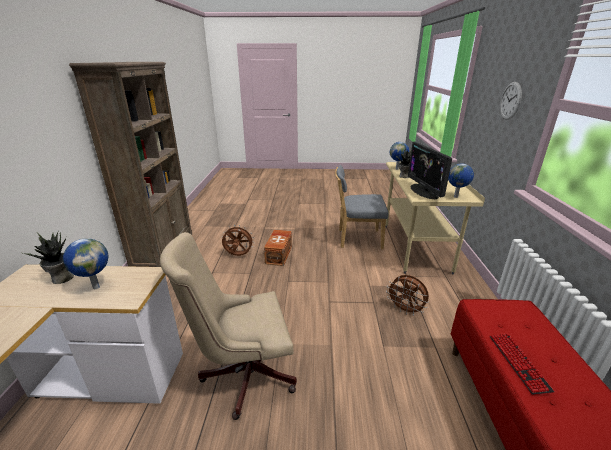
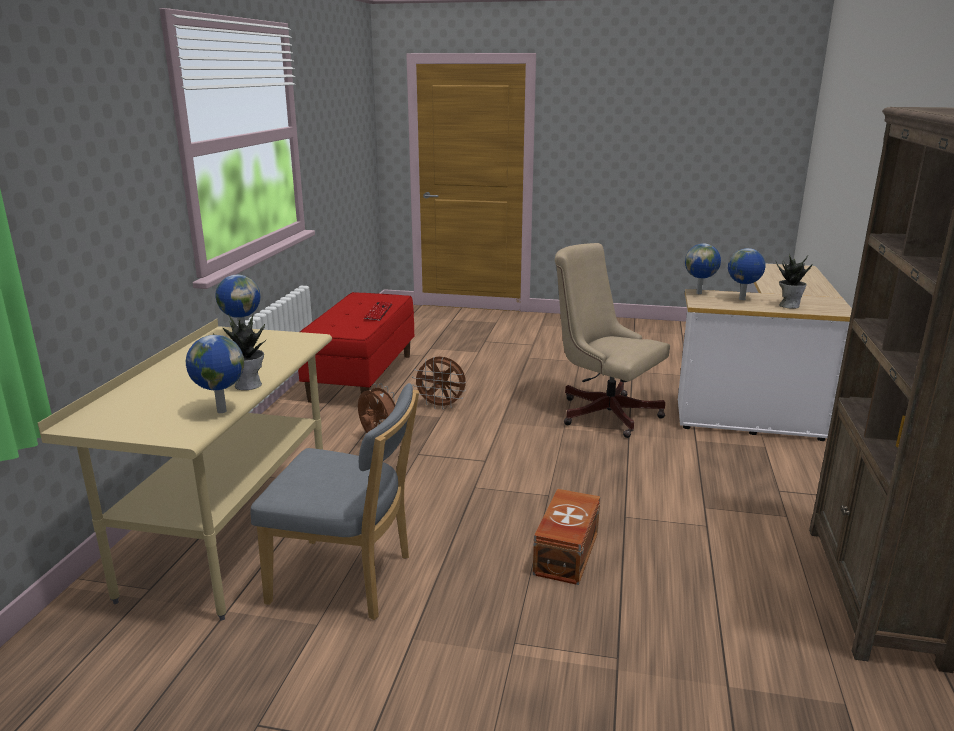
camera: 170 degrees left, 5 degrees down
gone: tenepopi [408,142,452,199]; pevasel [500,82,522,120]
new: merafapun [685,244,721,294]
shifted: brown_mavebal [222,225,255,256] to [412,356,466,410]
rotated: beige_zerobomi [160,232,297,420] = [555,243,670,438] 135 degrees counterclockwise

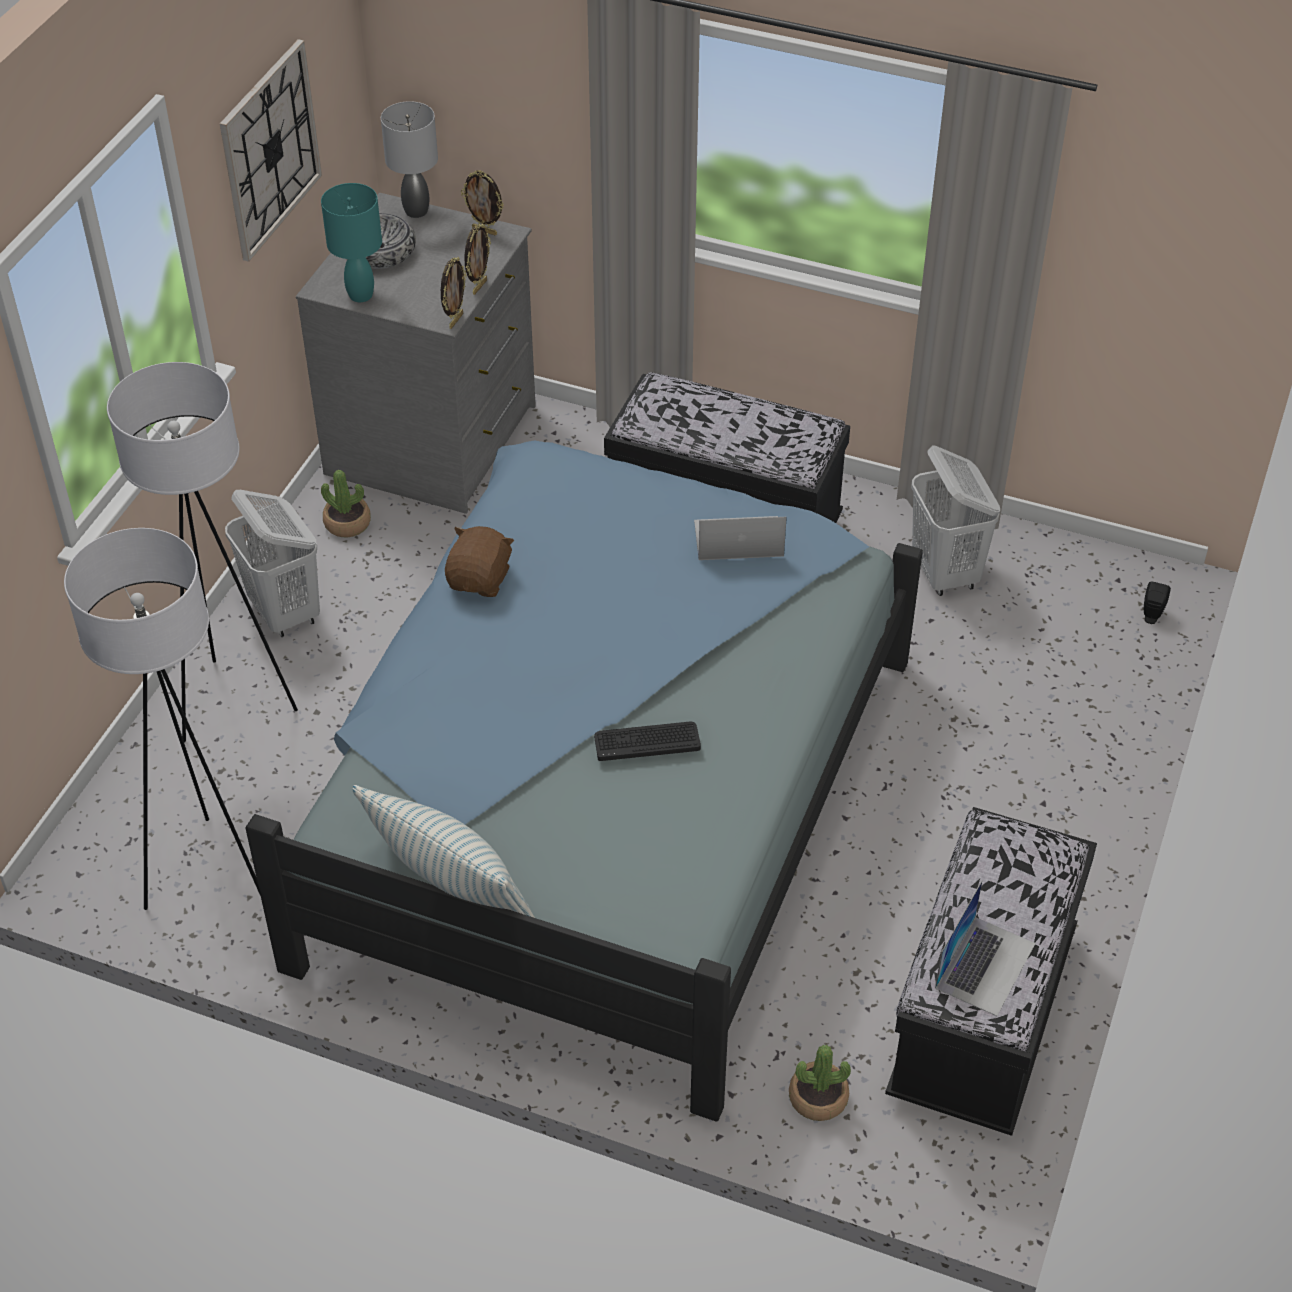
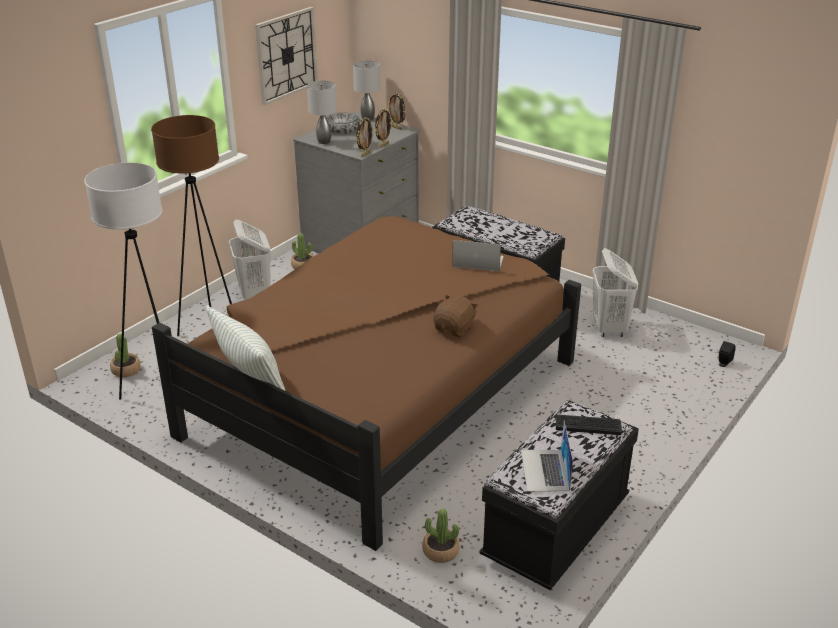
camera: 15 degrees right, 15 degrees down
new: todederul [110,334,141,377]
shifted: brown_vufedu [445,526,514,597] to [434,295,478,338]; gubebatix [594,722,701,761] to [556,415,622,435]
repainted: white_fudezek [107,362,298,742] to brown_fudezek [151,115,232,336]; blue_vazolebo [245,441,923,1122] to brown_vazolebo [152,216,581,551]; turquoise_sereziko [321,183,382,302] to grey_sereziko [307,80,337,144]
rotated: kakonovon [935,881,1036,1016] = [521,421,573,492] 135 degrees clockwise

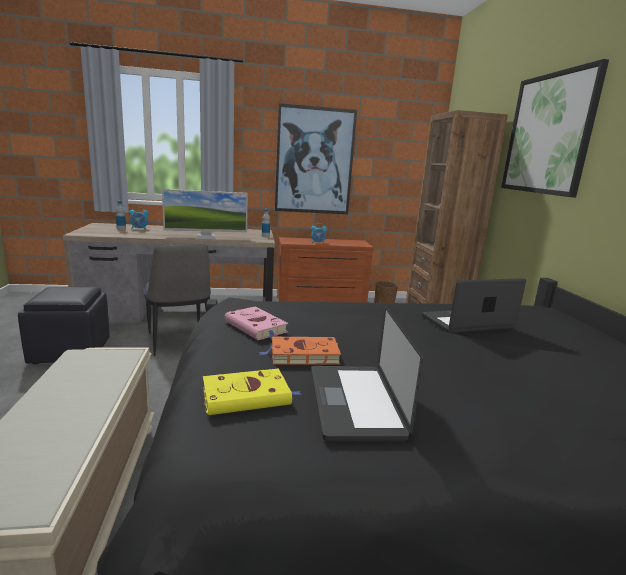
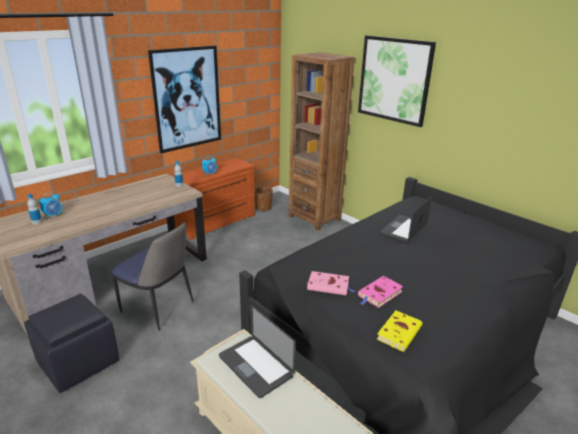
camera: 35 degrees left, 10 degrees up
gone: tenepopi [162,189,248,239]
shifted: kakonovon [311,305,424,441] to [219,305,296,398]
repainted: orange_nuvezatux [259,337,341,365] to pink_nuvezatux [358,276,403,308]

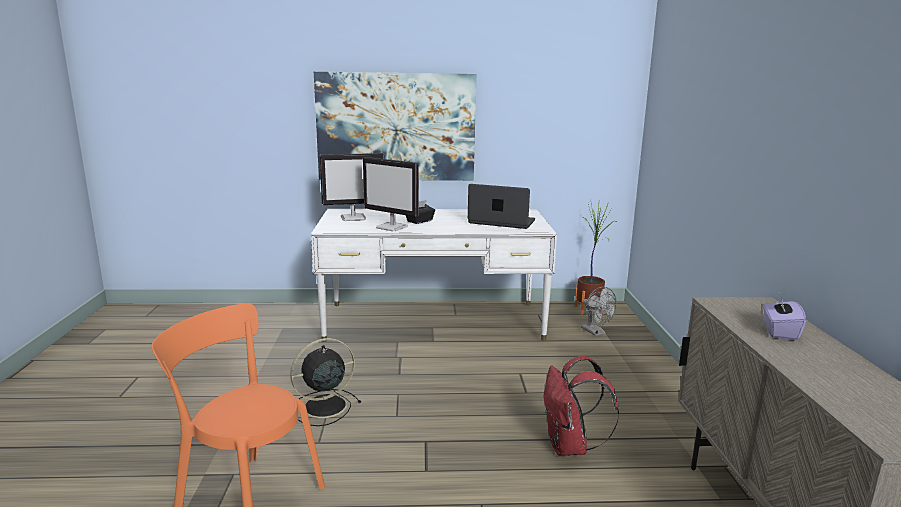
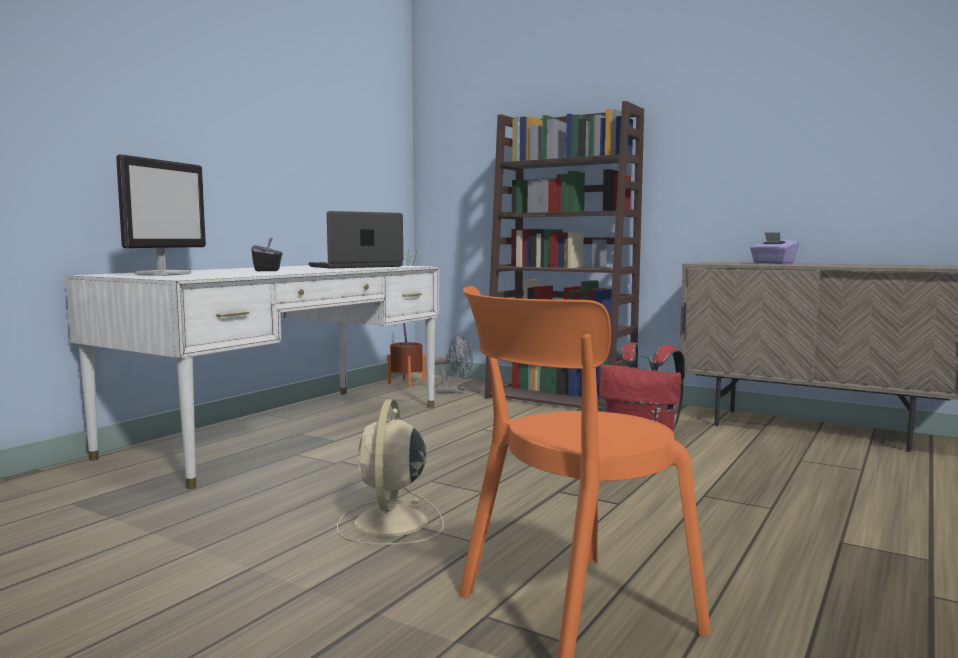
camera: 55 degrees left, 10 degrees down
gone: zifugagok [314,72,476,181]; tenepopi [363,157,419,231]
new: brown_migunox [484,101,644,412]
repainted: black_mavebal [290,338,361,426] to beige_mavebal [337,399,444,545]

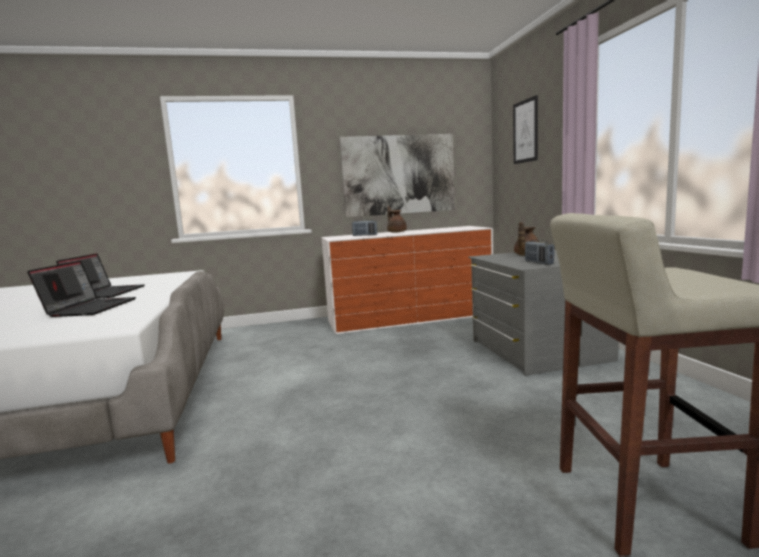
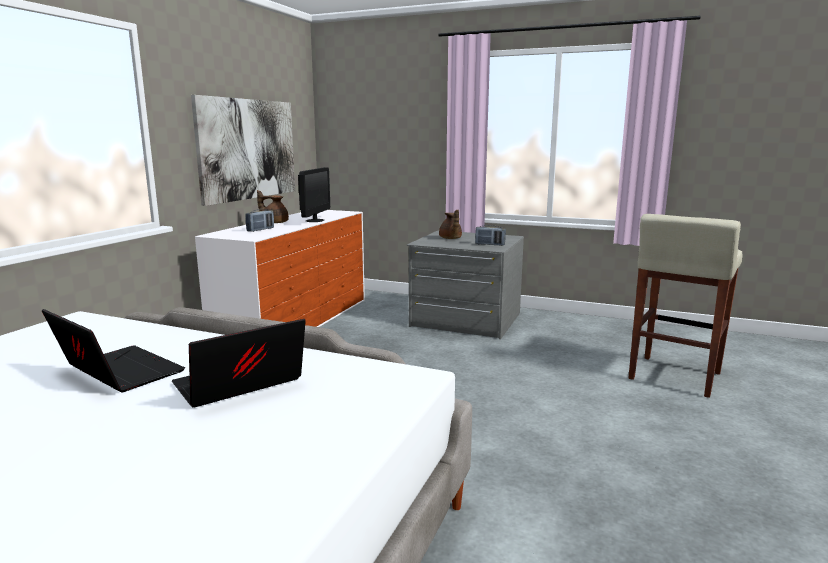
camera: 55 degrees left, 5 degrees up
gone: zifugagok [513,95,538,164]
new: tenepopi [298,167,330,222]
rotated: kakonovon [27,261,136,317] = [172,319,306,408] 75 degrees counterclockwise

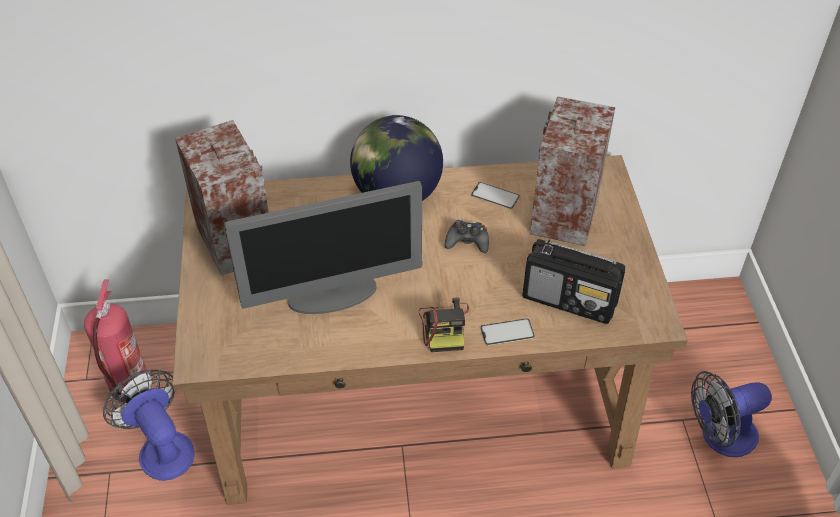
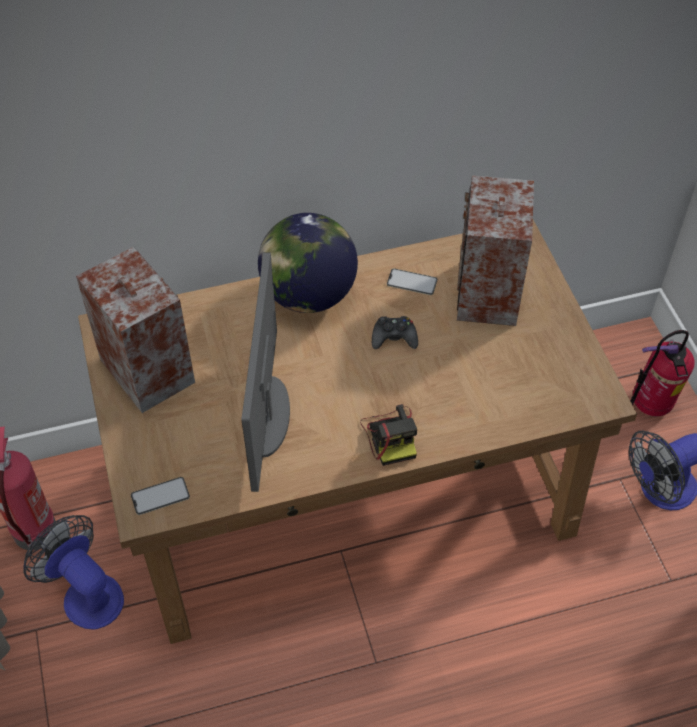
camera: 10 degrees left, 5 degrees up
gone: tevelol [523,239,625,324]
new: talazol [630,330,695,416]
shifted: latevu [480,318,535,346] to [131,477,190,515]
rotated: tenepopi [224,181,422,314] = [242,252,290,492] 120 degrees clockwise

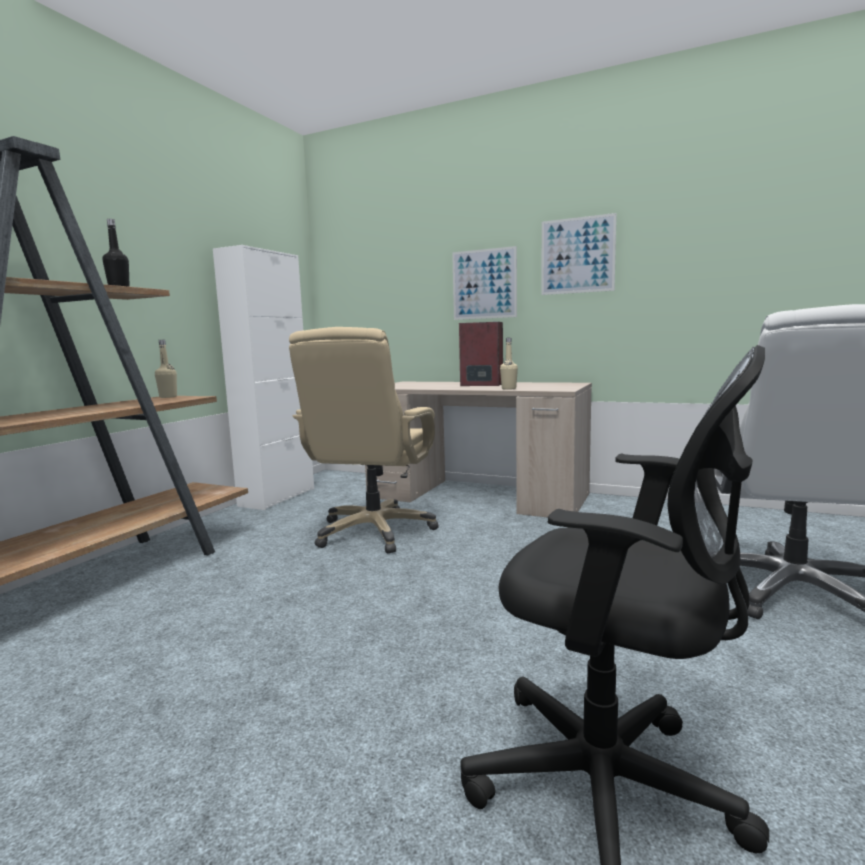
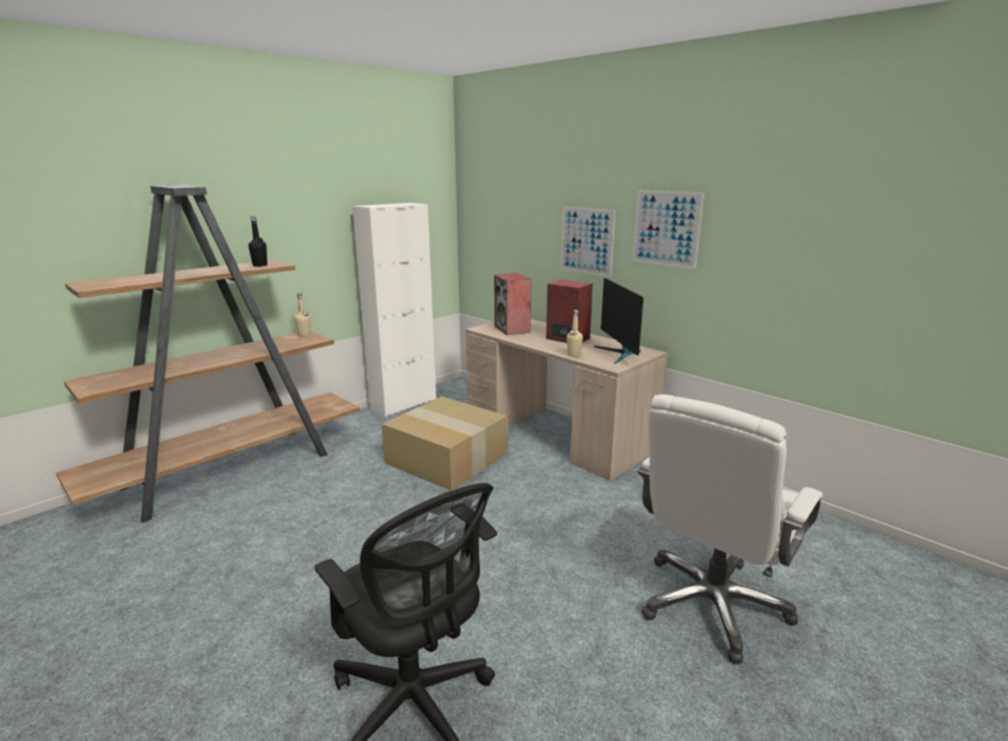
camera: 20 degrees right, 10 degrees up
new: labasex [494,273,532,335]; tenepopi [594,278,644,364]
swapped: beige_zerobomi [289,327,439,554] to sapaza [382,396,507,491]

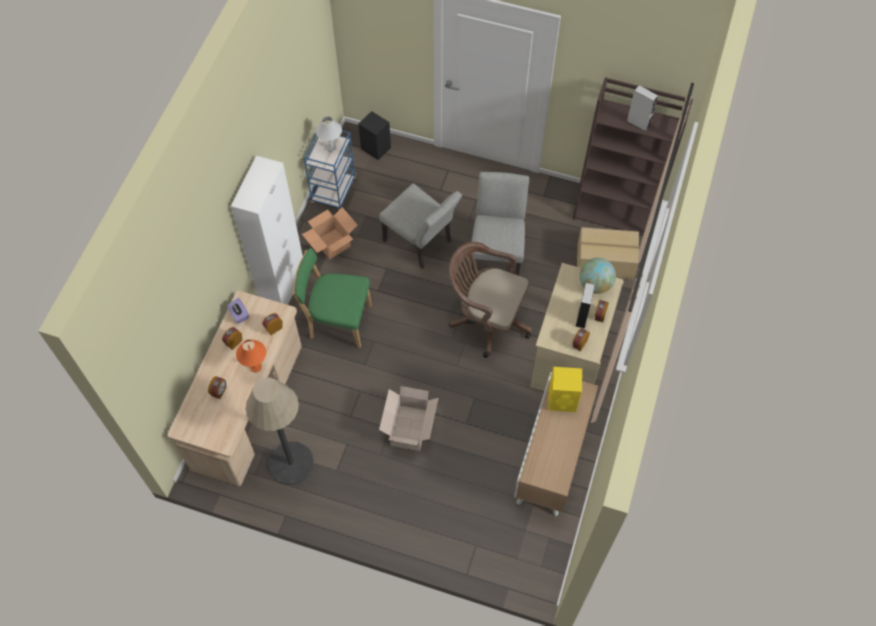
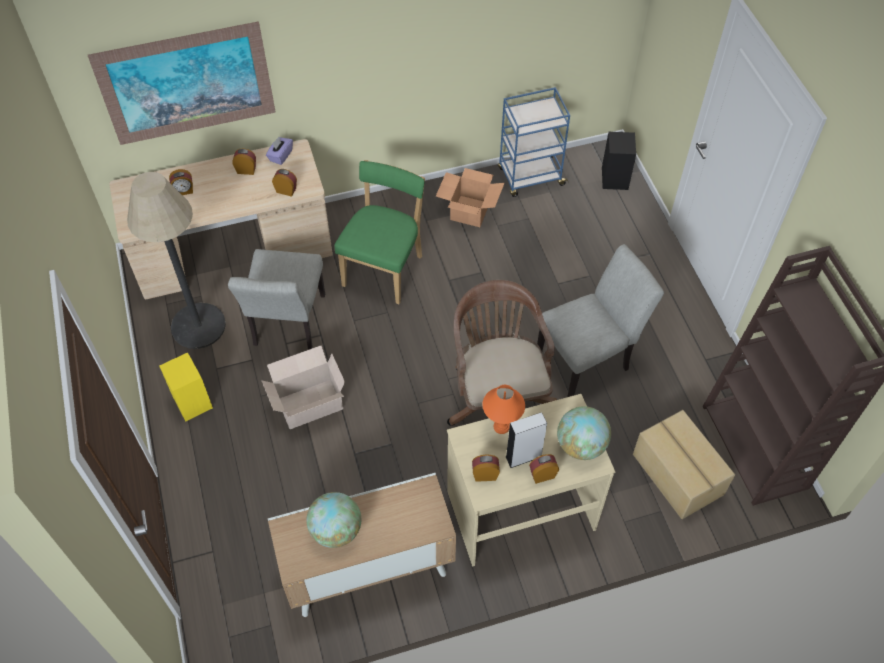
camera: 55 degrees right, 5 degrees down
gone: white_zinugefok [231,156,303,305]; white_sereziko [316,116,342,152]; grey_labasex [626,85,658,132]
new: zifugagok [88,21,276,145]; merafapun [306,492,361,548]
shifted: orange_sereziko [236,340,266,373] to [482,385,525,434]; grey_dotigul [379,184,462,269] to [228,249,325,350]; yellow_labasex [548,367,582,412] to [159,352,213,421]
rotated: green_dotigul [292,248,372,348] = [334,160,425,304] 45 degrees clockwise

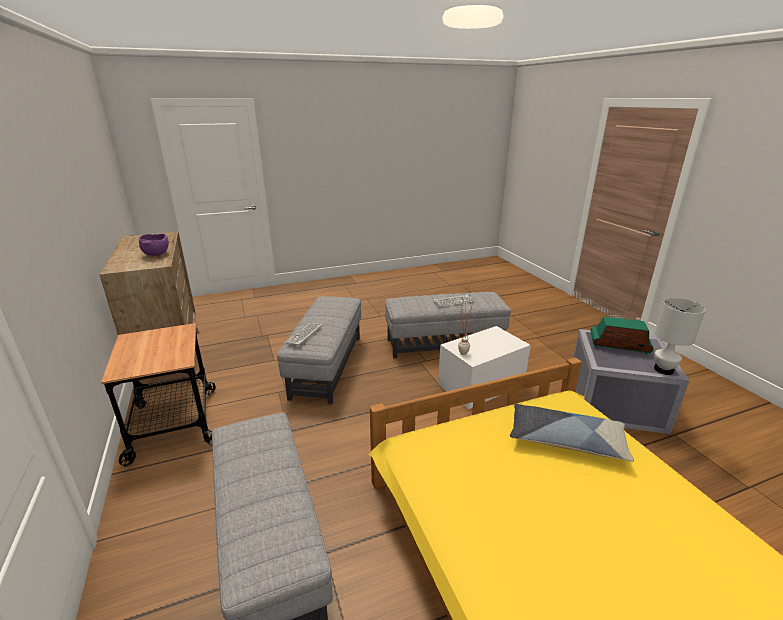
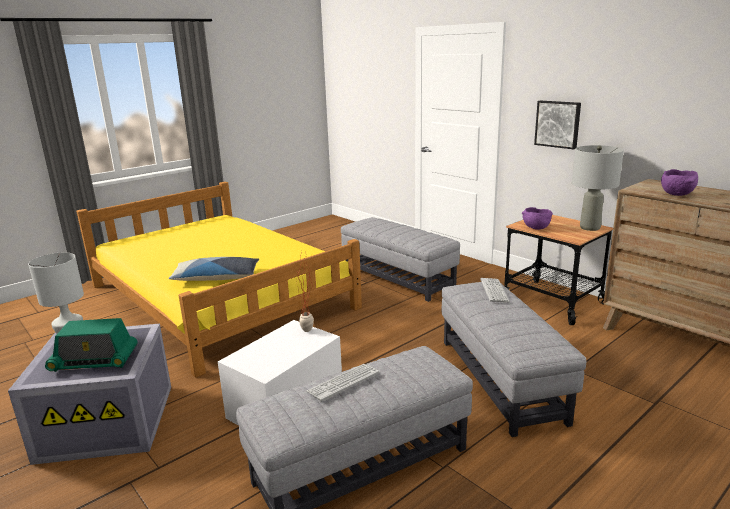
camera: 160 degrees right, 5 degrees down
new: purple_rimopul [522,207,553,230]; zifugagok [534,101,581,149]; grey_sereziko [572,145,624,231]

